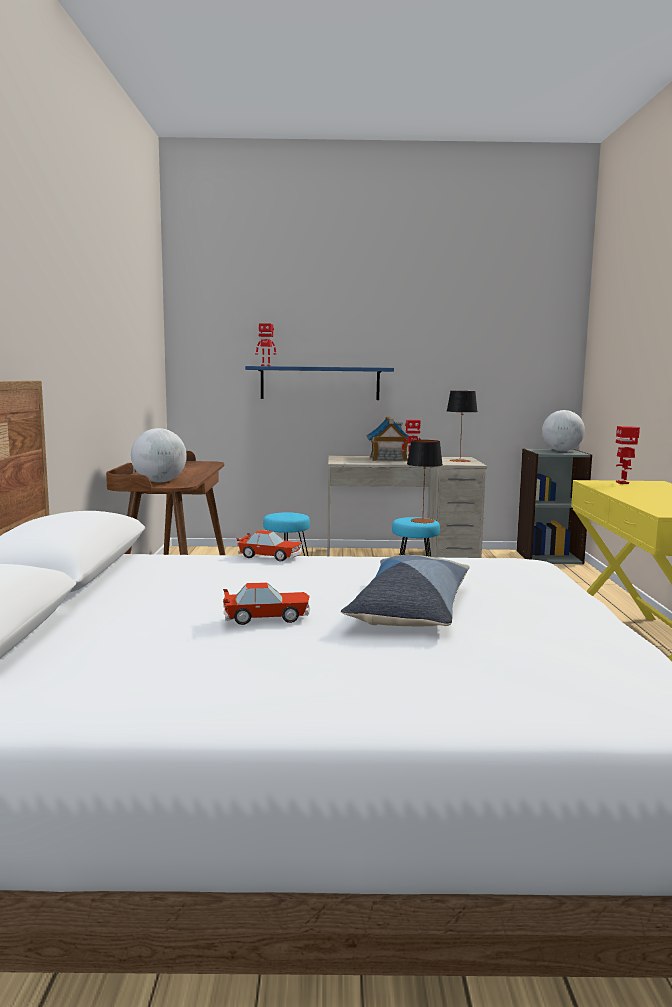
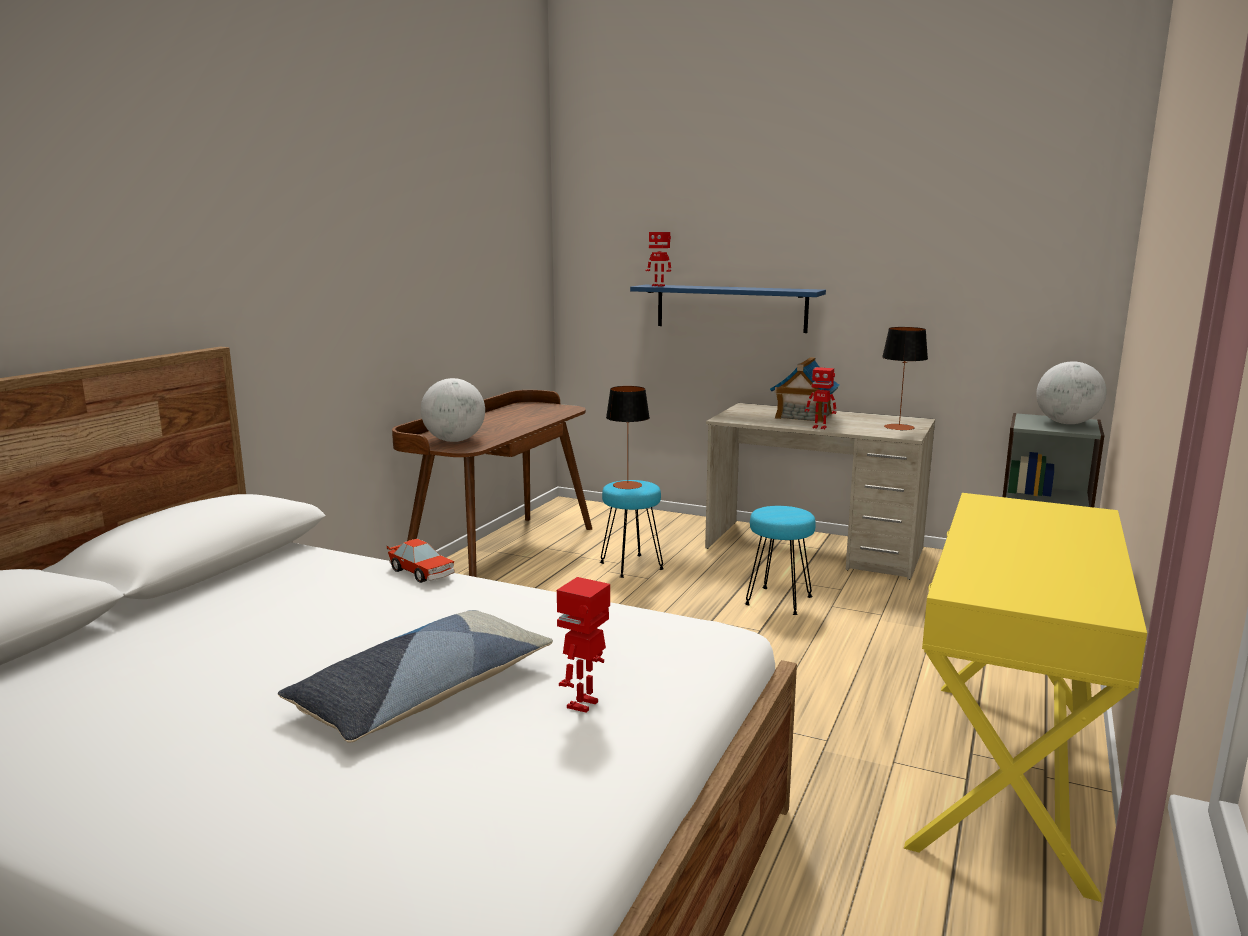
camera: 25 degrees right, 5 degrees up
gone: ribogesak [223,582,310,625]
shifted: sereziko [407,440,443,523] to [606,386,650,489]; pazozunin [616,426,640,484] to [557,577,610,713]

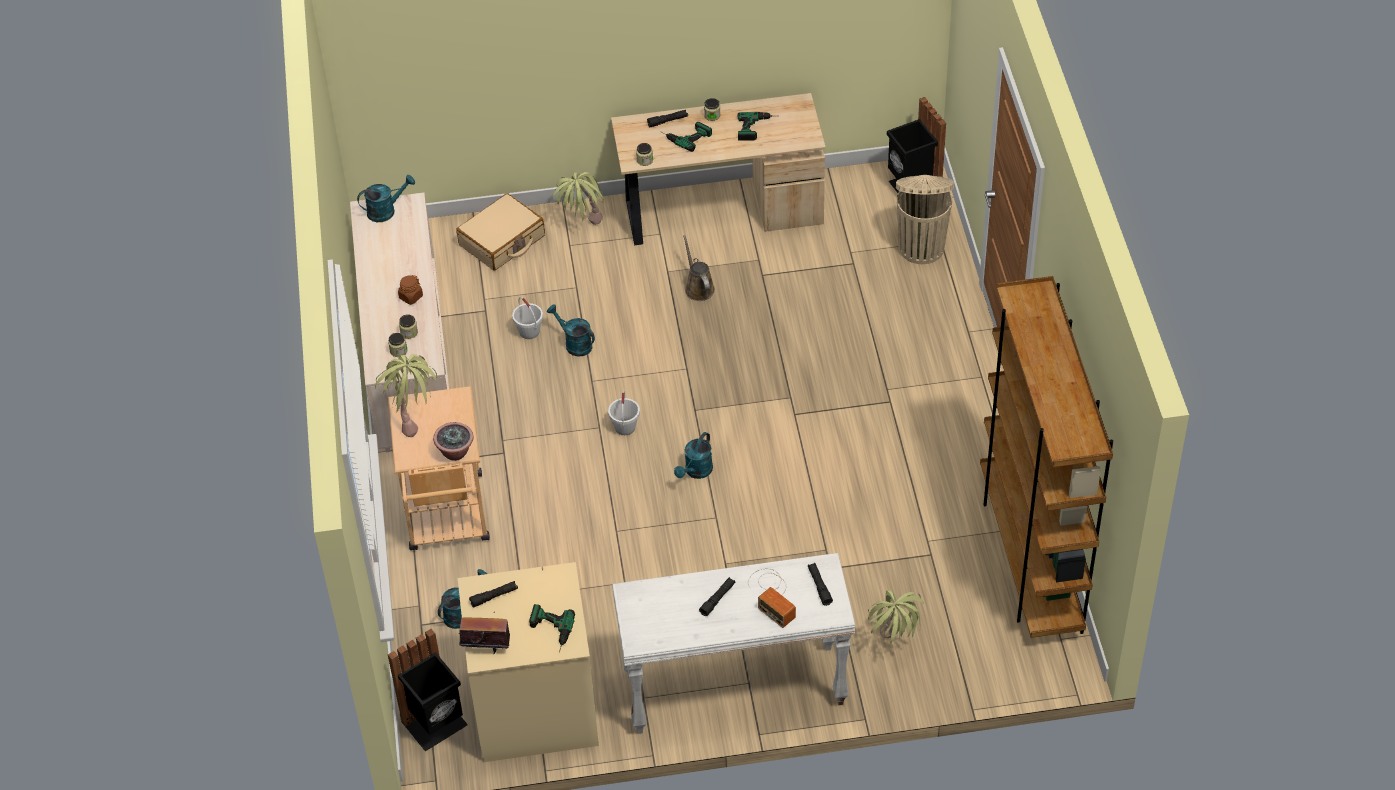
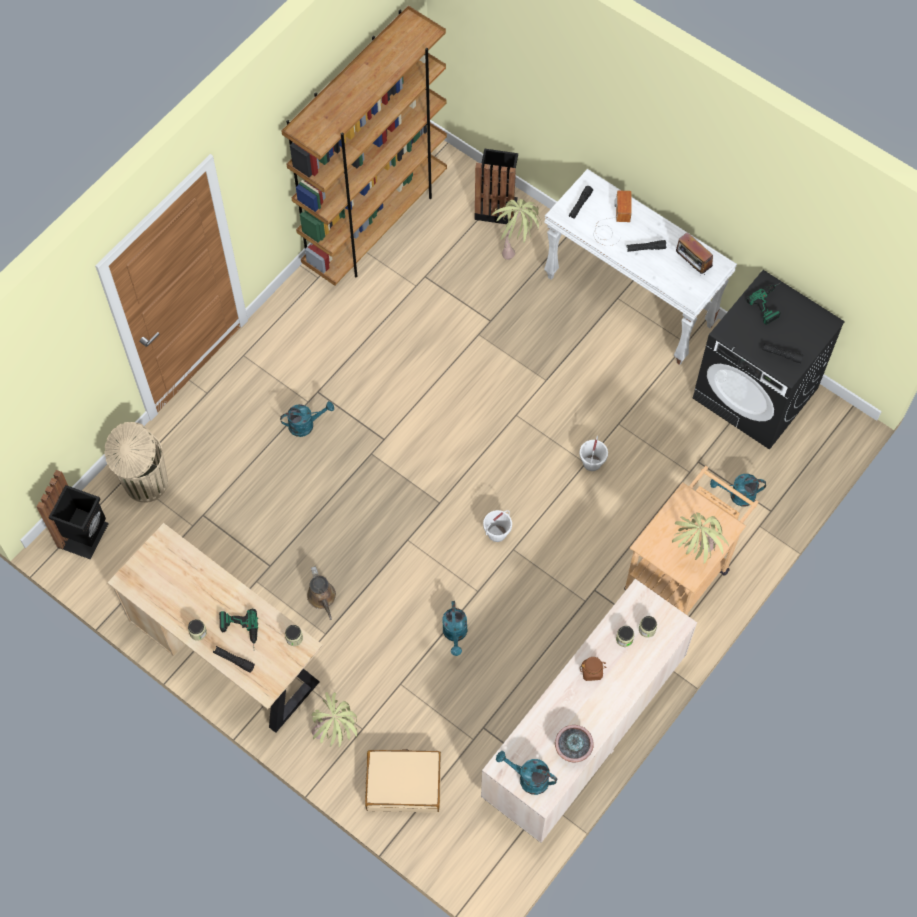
camera: 135 degrees left, 15 degrees up
gone: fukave [738,112,772,140]
shifted: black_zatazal [388,629,468,751] to [474,148,518,224]; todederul [433,422,473,461] to [555,725,594,762]; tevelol [459,618,510,654] to [676,232,713,276]; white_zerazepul [512,297,543,339] to [579,436,608,471]; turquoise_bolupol [674,432,713,479] to [280,401,334,437]
repainted: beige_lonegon [458,562,599,762] to black_lonegon [693,270,845,450]
rotated: brown_bolupol [683,235,715,301] = [307,566,336,620] 45 degrees counterclockwise

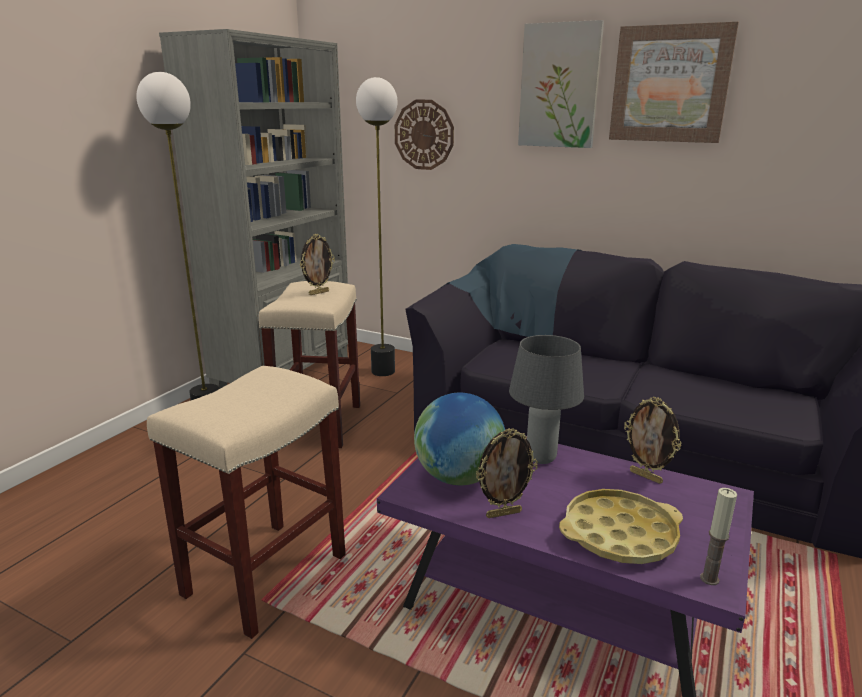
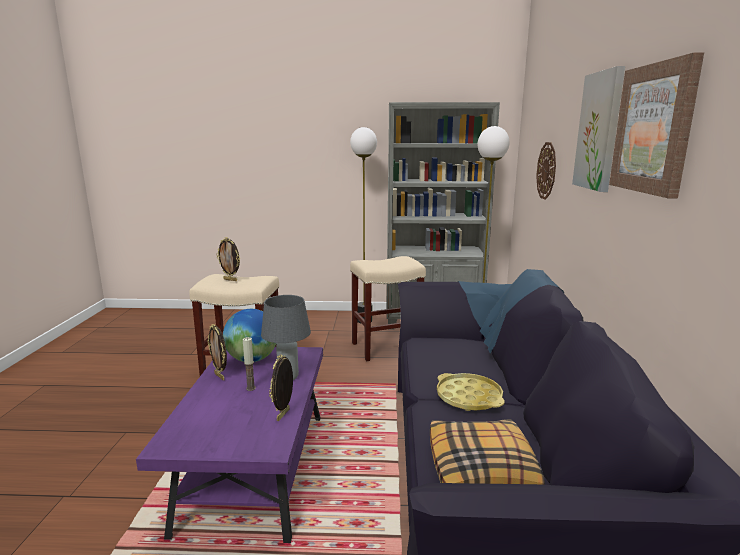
camera: 65 degrees right, 5 degrees down
new: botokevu [430,419,545,485]
shifted: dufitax [300,234,335,295] to [216,237,240,281]; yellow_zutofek [559,489,683,564] to [437,373,505,411]; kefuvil [700,488,737,585] to [243,337,256,391]

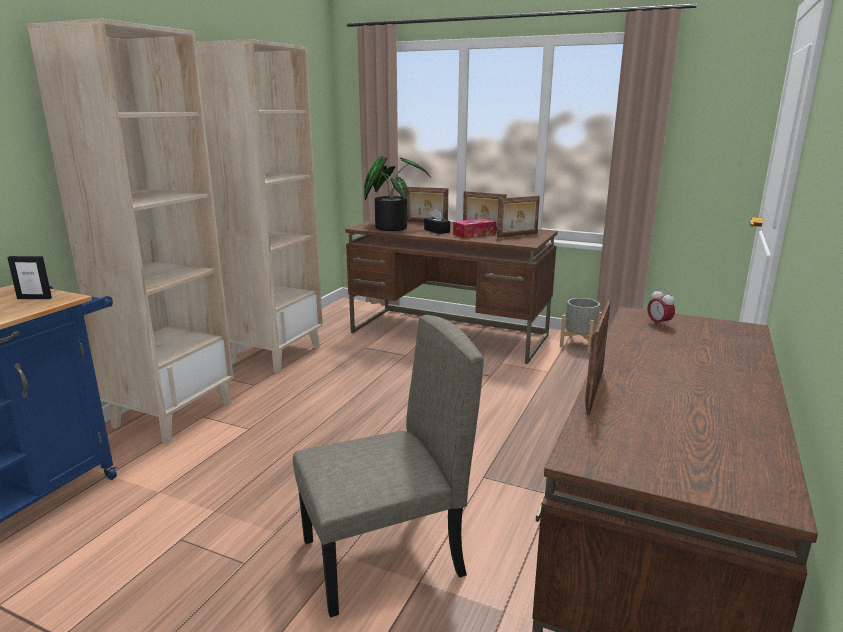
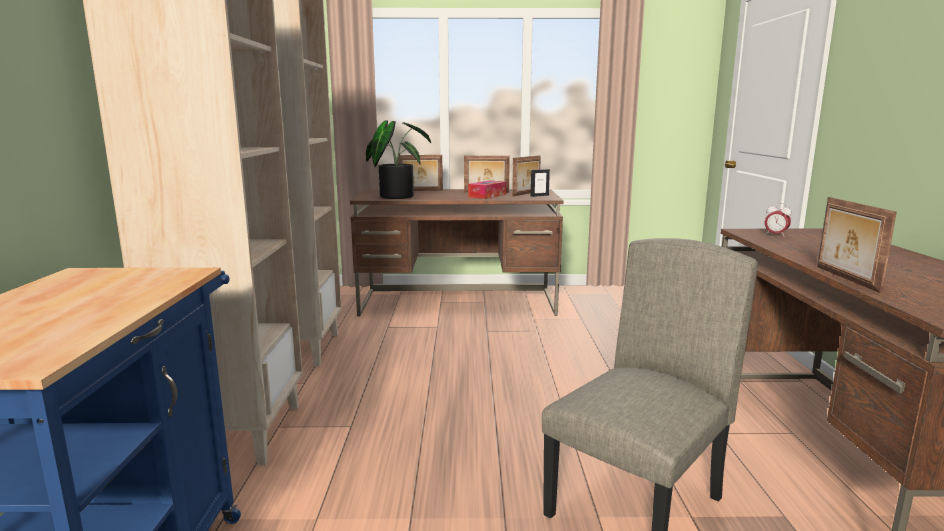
camera: 25 degrees left, 5 degrees down
gone: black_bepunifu [424,209,450,234]; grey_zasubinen [560,298,602,353]
shifted: dufitax [7,256,52,299] to [531,169,550,197]

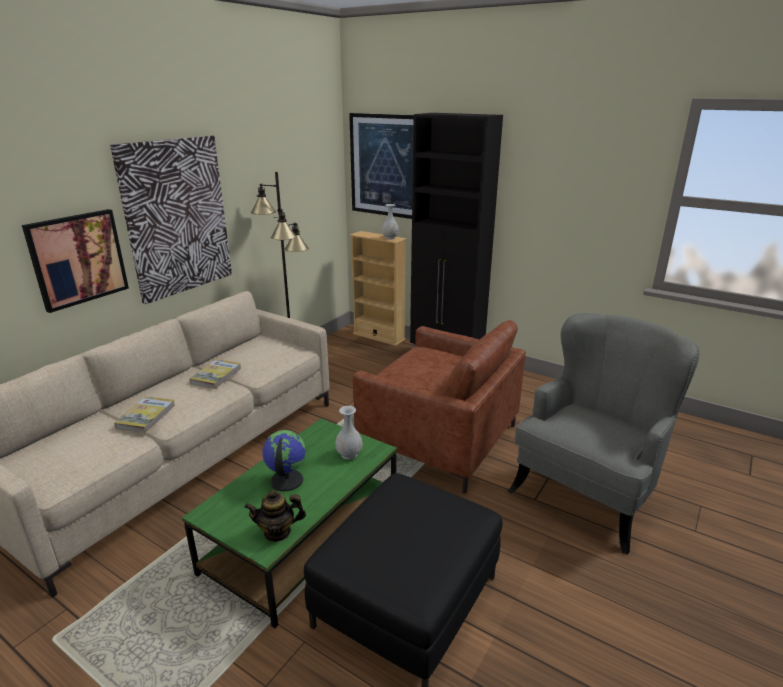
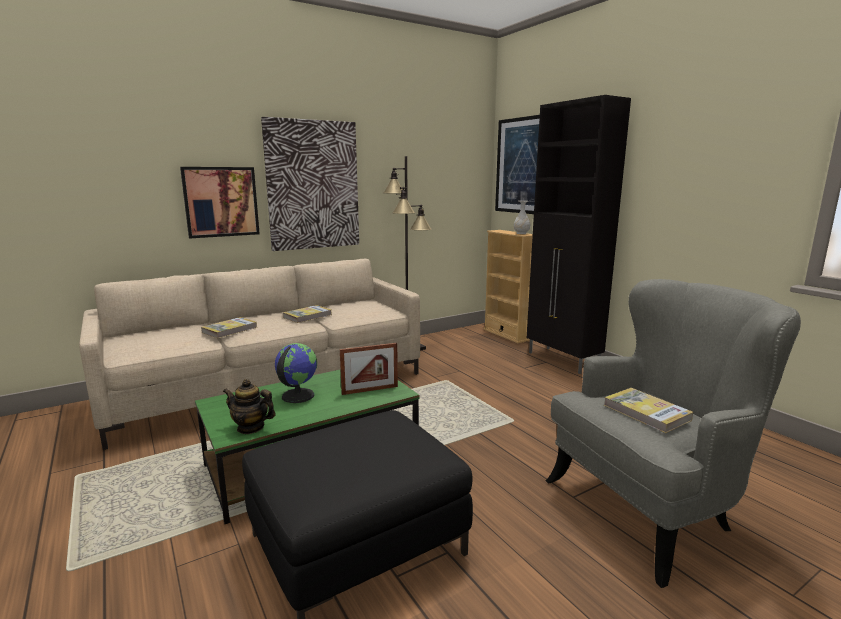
camera: 25 degrees right, 10 degrees down
gone: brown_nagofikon [353,320,526,494]
new: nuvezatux [604,388,693,433]
swapped: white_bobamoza [335,406,363,460] to dufitax [340,343,398,395]

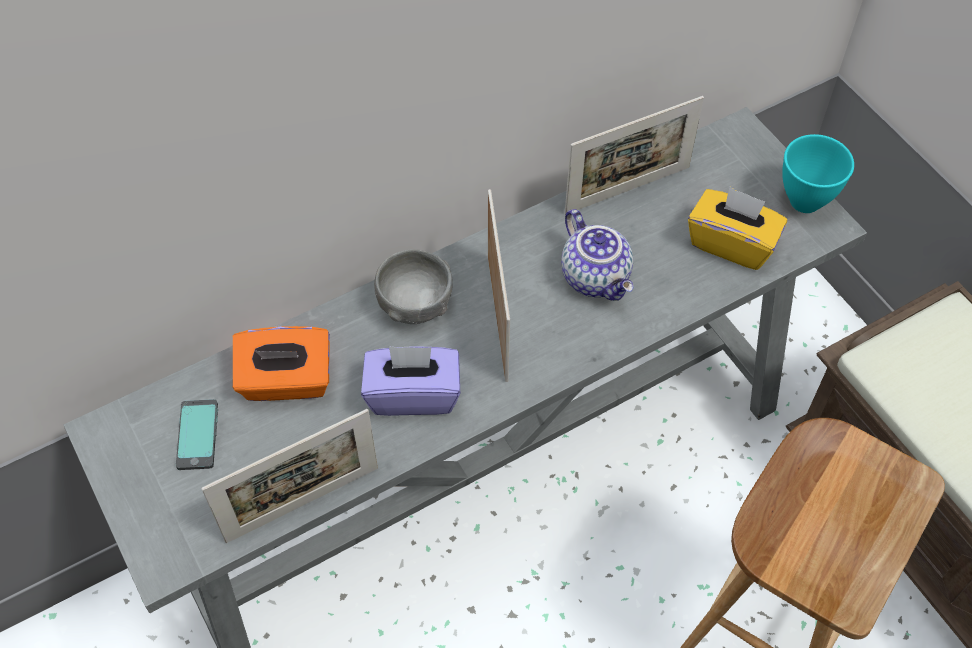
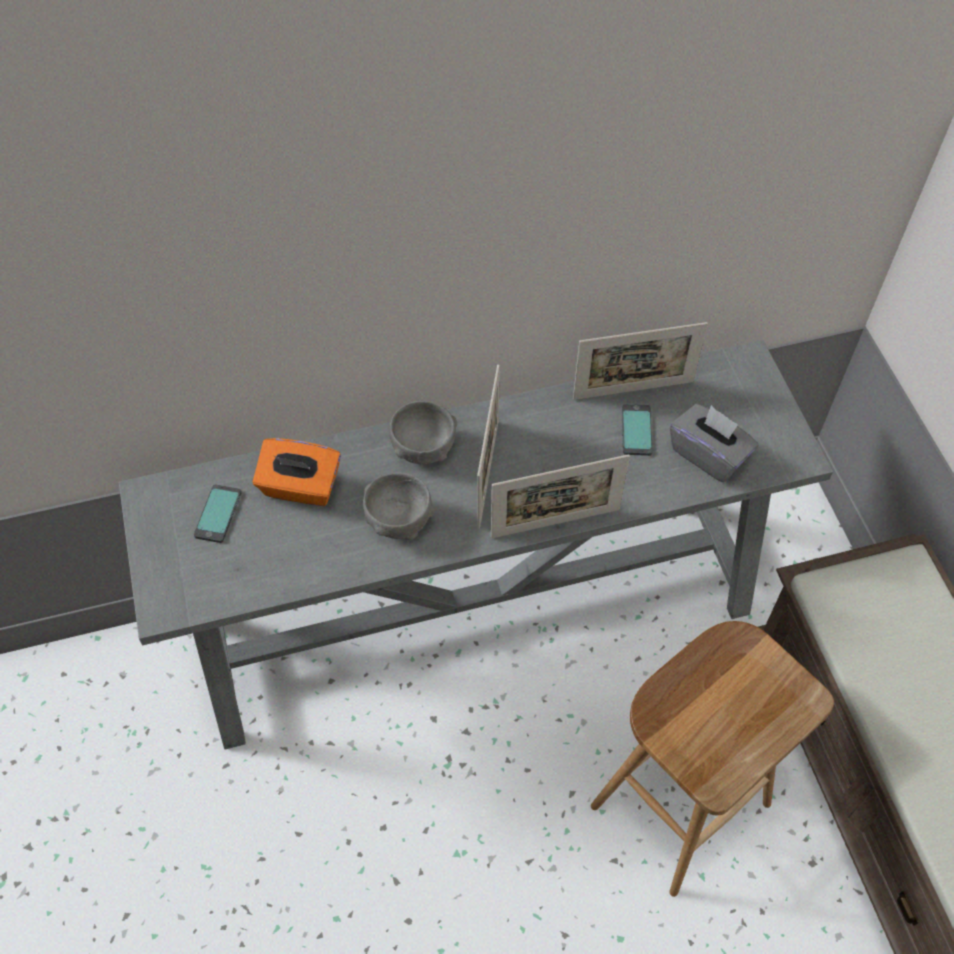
camera: 15 degrees right, 0 degrees up
gone: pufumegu [561,209,633,301]; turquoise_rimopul [782,134,854,213]
new: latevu [622,404,653,456]
shifted: dufitax [201,409,378,543] to [491,454,630,538]
swapped: purple_bepunifu [361,346,460,416] to grey_rimopul [363,472,435,540]
repainted: yellow_bepunifu [688,186,787,270] to grey_bepunifu [670,404,758,482]

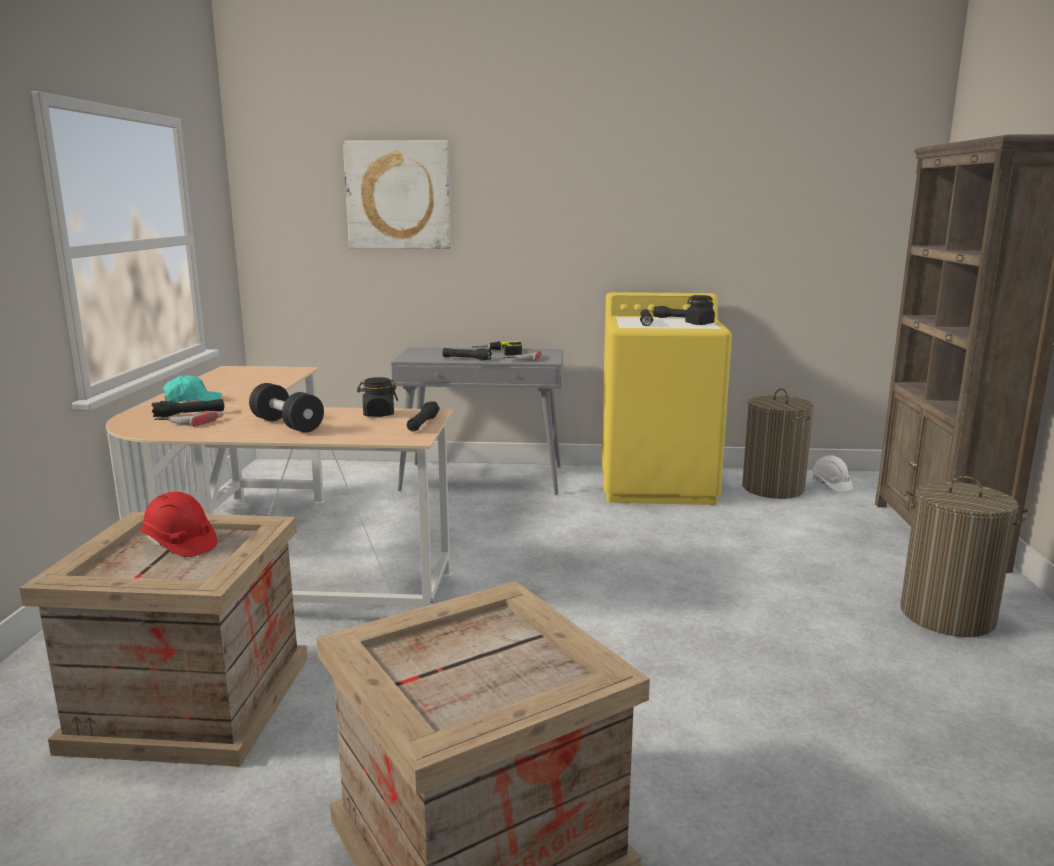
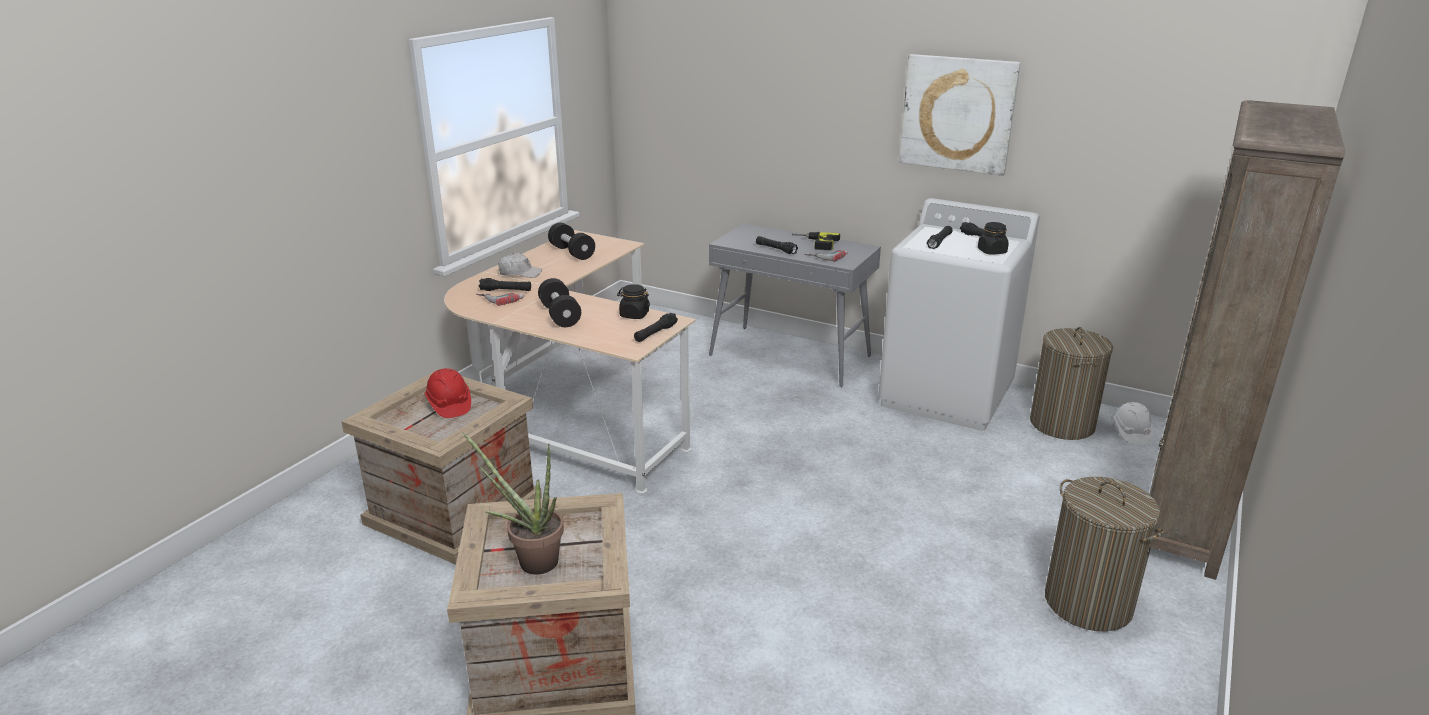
camera: 25 degrees right, 10 degrees up
new: todederul [463,432,564,575]; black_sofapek [548,222,595,260]
shifted: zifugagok [343,140,451,249] to [899,54,1021,176]
repainted: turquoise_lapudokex [163,375,222,403] to white_lapudokex [499,253,542,278]; yellow_lonegon [602,292,732,505] to white_lonegon [878,198,1040,431]

